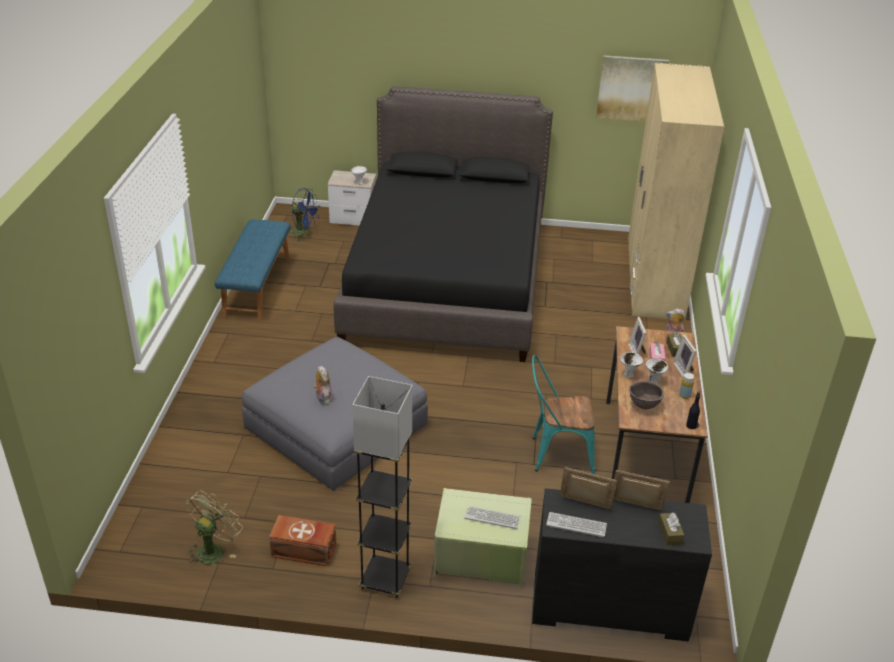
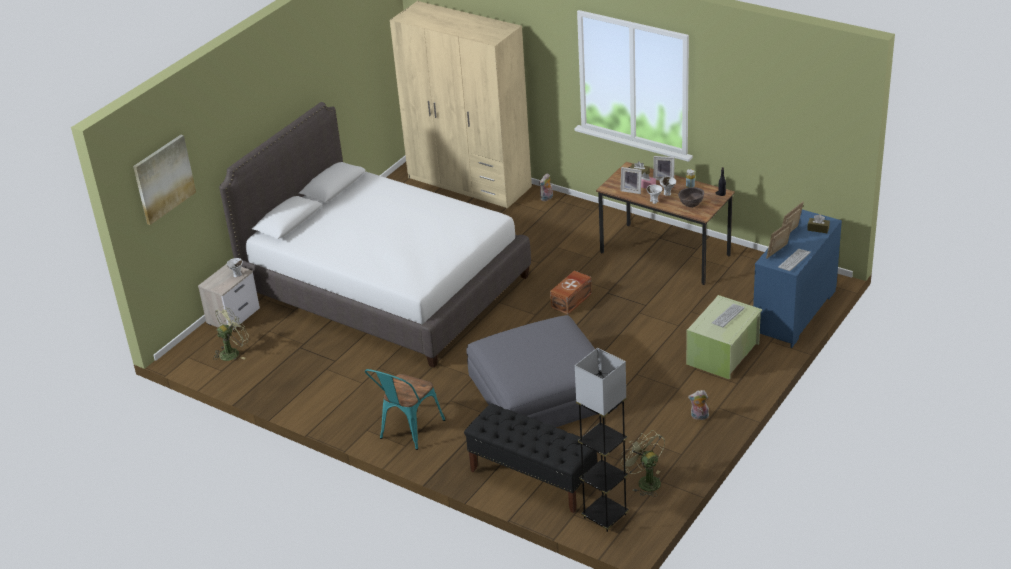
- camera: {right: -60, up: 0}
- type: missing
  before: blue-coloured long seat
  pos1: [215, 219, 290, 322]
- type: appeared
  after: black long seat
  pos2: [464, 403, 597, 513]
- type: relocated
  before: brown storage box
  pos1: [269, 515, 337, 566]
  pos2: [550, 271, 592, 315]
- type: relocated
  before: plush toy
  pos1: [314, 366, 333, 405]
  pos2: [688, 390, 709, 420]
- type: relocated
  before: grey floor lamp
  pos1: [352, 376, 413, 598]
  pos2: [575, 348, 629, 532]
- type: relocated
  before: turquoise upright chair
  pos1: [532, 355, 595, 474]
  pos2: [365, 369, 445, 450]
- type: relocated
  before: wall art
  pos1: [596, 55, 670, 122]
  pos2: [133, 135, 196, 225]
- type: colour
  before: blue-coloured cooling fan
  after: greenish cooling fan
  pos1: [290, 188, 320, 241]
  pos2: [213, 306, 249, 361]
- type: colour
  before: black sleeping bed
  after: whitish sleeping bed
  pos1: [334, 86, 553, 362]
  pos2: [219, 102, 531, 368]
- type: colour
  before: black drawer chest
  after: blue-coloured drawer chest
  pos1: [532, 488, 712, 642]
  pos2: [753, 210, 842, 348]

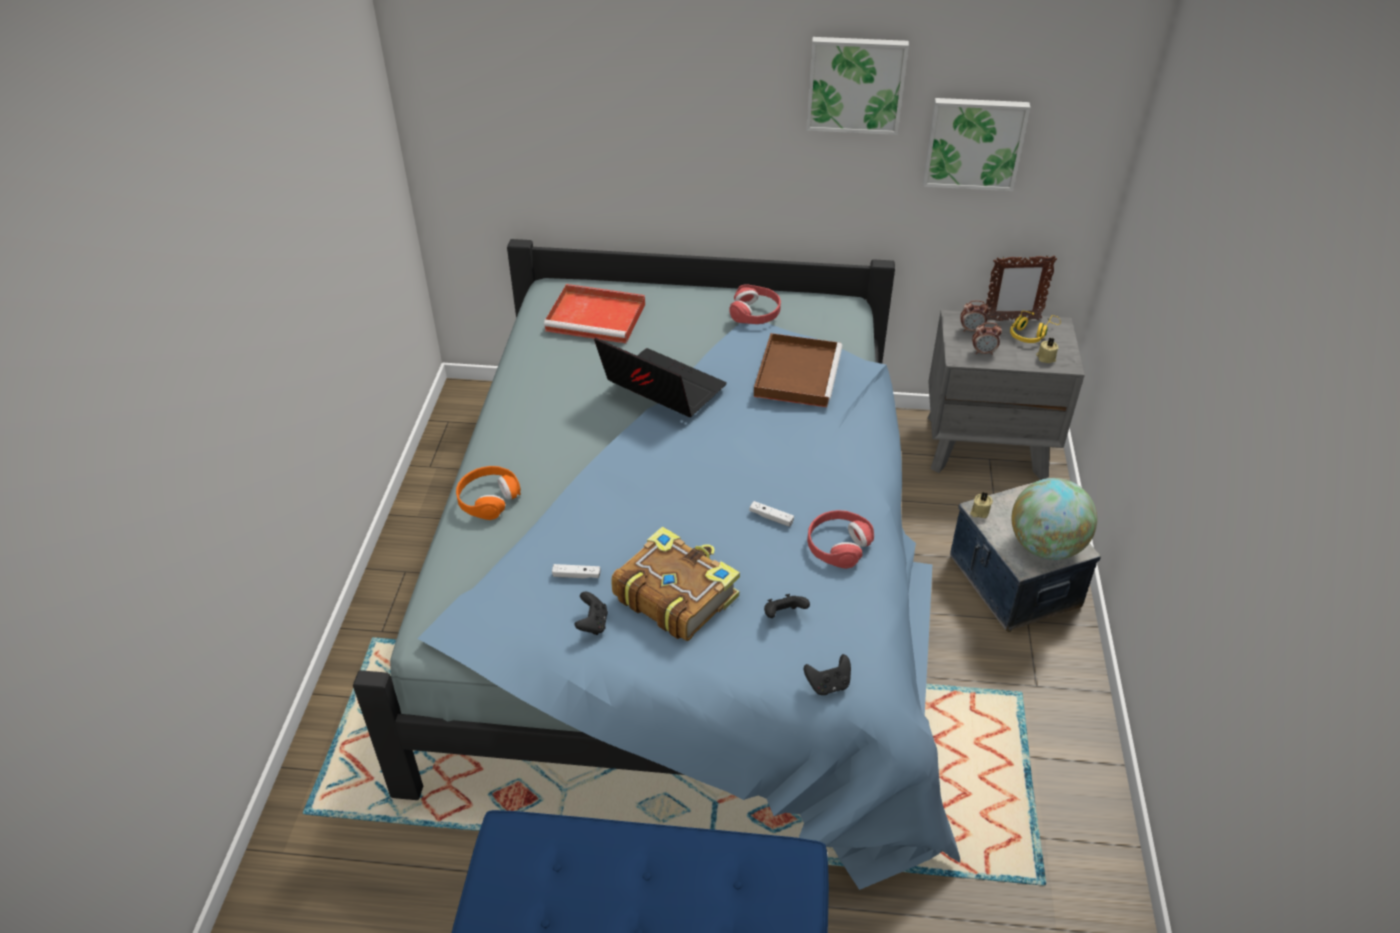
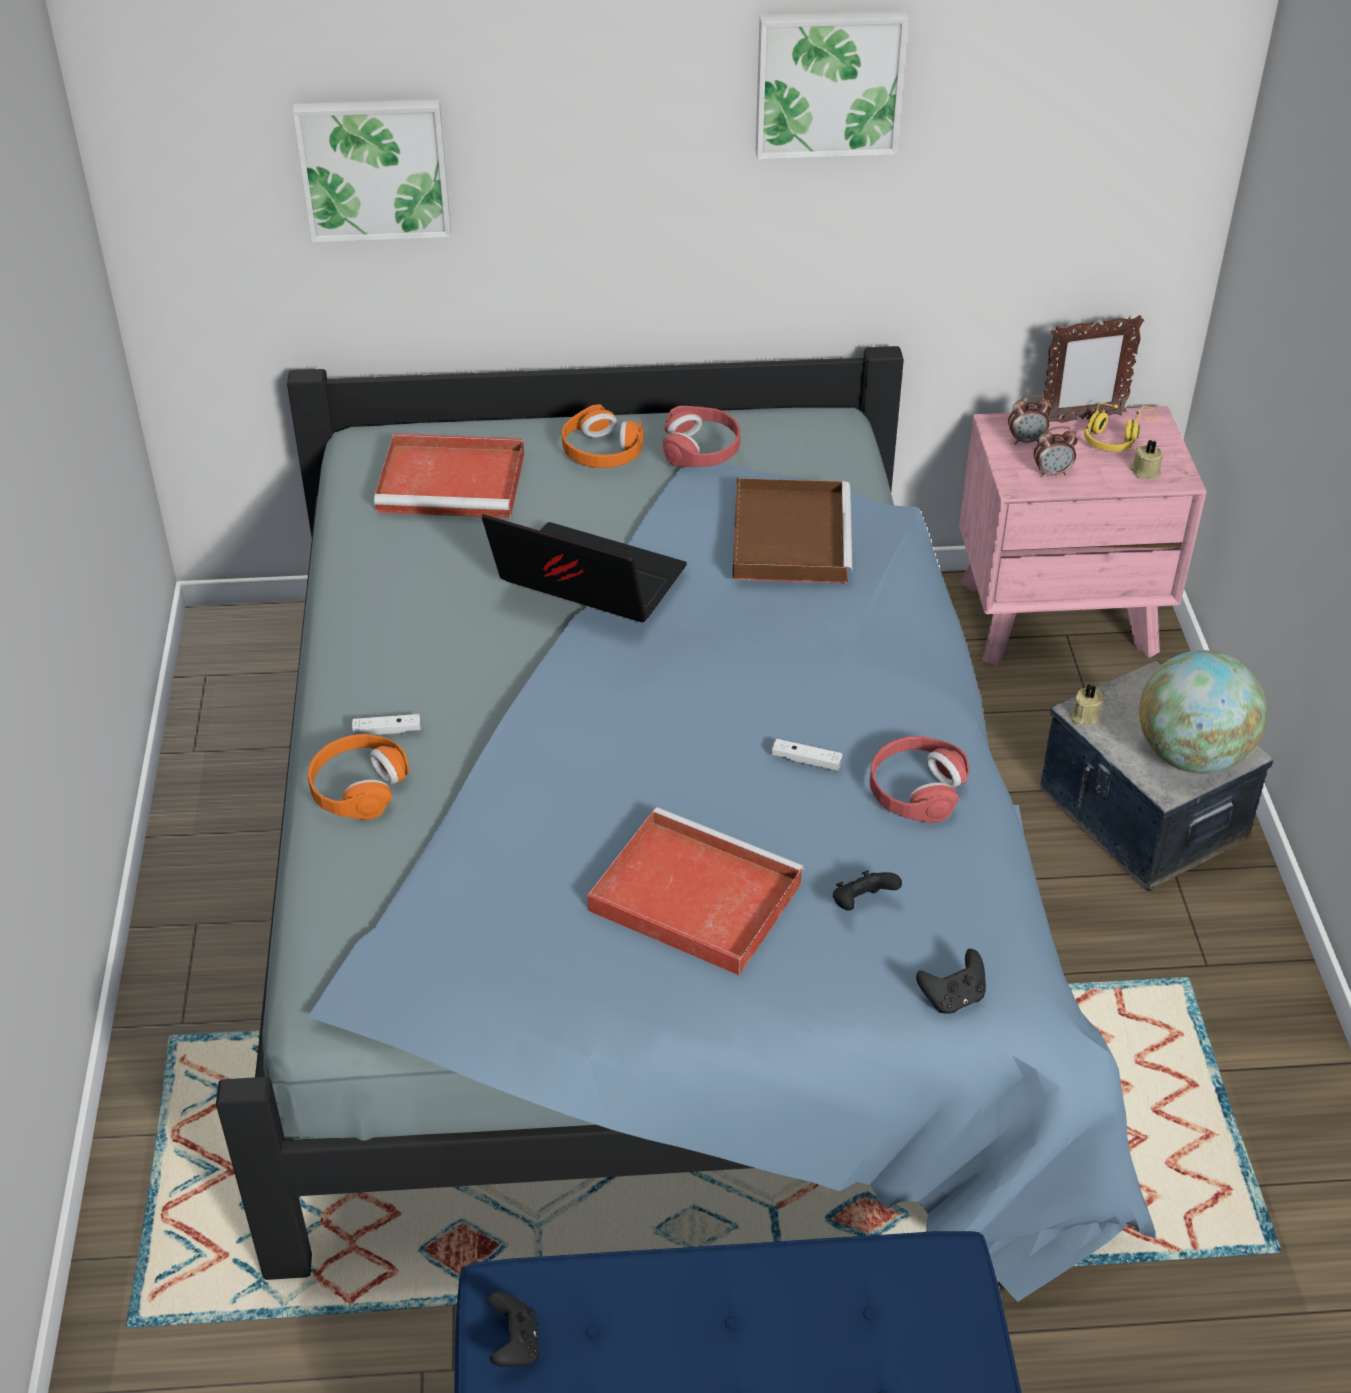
- camera: {right: -10, up: 0}
- type: appeared
  after: orange pair of headphones
  pos2: [561, 404, 644, 468]
- type: relocated
  before: whitish joypad
  pos1: [552, 564, 601, 578]
  pos2: [352, 714, 421, 735]
- type: relocated
  before: black joypad
  pos1: [574, 592, 608, 635]
  pos2: [487, 1291, 540, 1367]
- type: relocated
  before: wall art
  pos1: [923, 98, 1031, 191]
  pos2: [293, 99, 451, 242]
- type: exchanged
  before: volume
  after: red-coloured serving tray
  pos1: [611, 526, 740, 641]
  pos2: [587, 807, 804, 976]
- type: colour
  before: grey night table
  after: pinkish night table
  pos1: [927, 310, 1085, 480]
  pos2: [959, 406, 1207, 665]

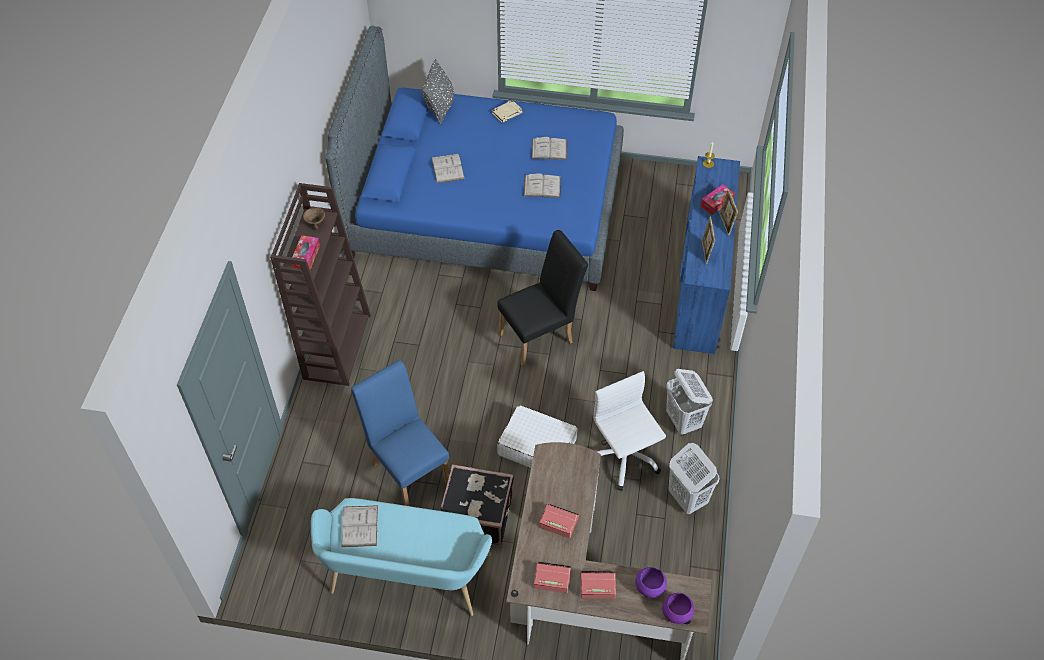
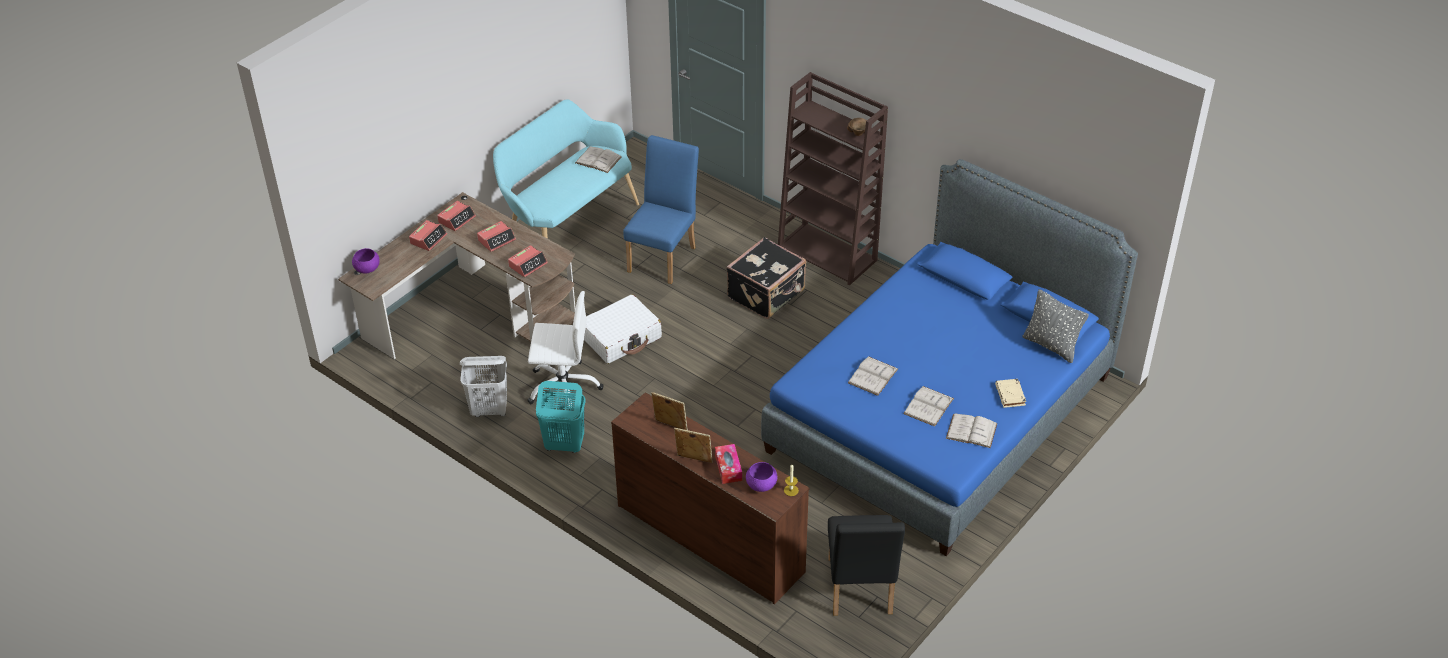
- camera: {right: 120, up: -10}
- type: missing
  before: box of tissues
  pos1: [292, 235, 320, 269]
- type: appeared
  after: table clock
  pos2: [508, 245, 548, 277]
- type: relocated
  before: whitish volume
  pos1: [431, 154, 465, 183]
  pos2: [946, 414, 997, 448]
- type: relocated
  before: black travel case
  pos1: [440, 464, 514, 545]
  pos2: [726, 237, 806, 319]
- type: relocated
  before: black upright chair
  pos1: [497, 230, 588, 367]
  pos2: [828, 515, 905, 616]
- type: relocated
  before: purple deep dish
  pos1: [635, 567, 667, 598]
  pos2: [746, 462, 778, 492]
- type: colour
  before: whitish laundry basket
  after: turquoise laundry basket
  pos1: [666, 369, 713, 436]
  pos2: [536, 381, 586, 453]
- type: colour
  before: blue-coloured drawer chest
  after: brown drawer chest
  pos1: [673, 156, 740, 354]
  pos2: [611, 392, 810, 604]
- type: spun
  before: blue-coloured upright chair
  pos1: [351, 360, 449, 506]
  pos2: [623, 135, 699, 284]
  turn: -60

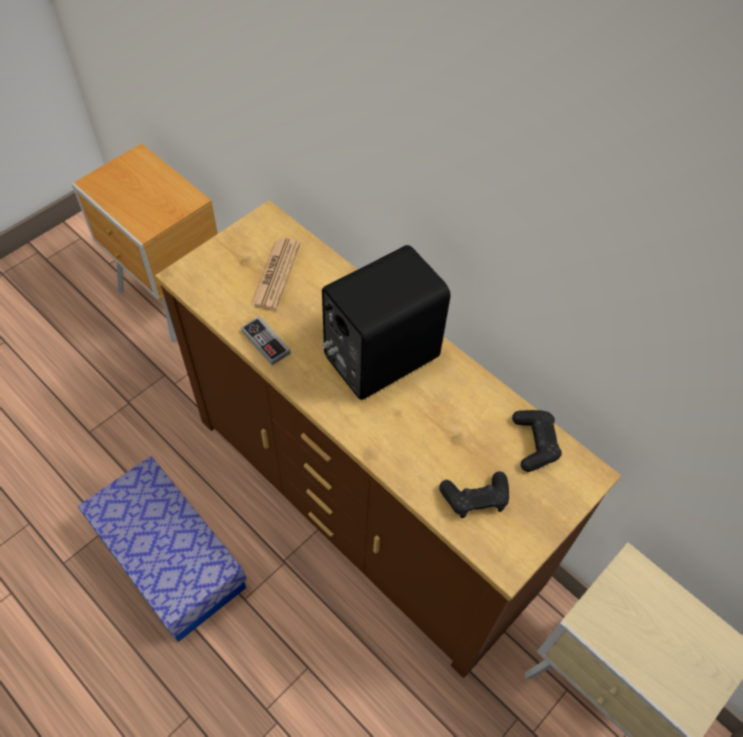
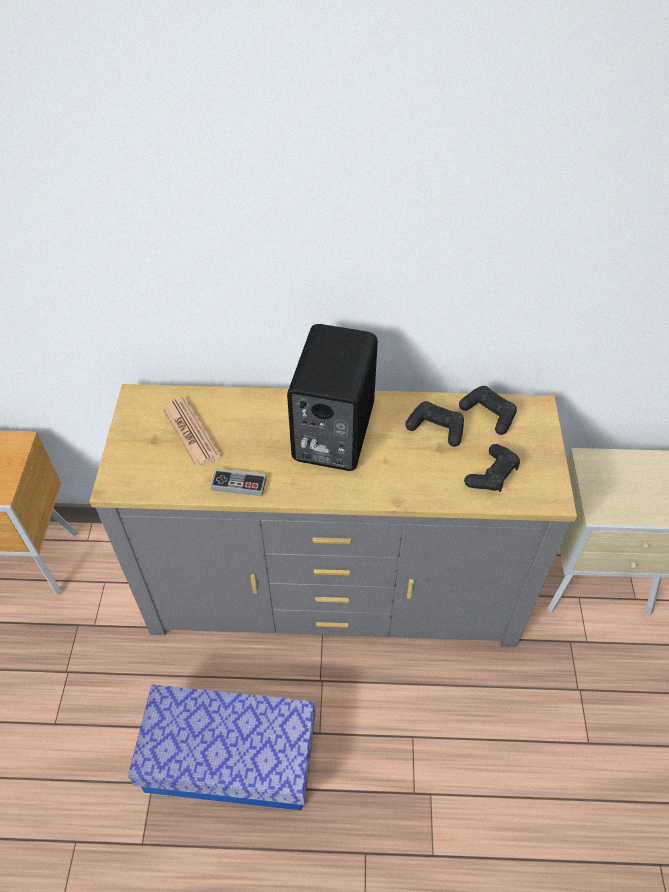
- camera: {right: -40, up: -5}
- type: appeared
  after: black joypad
  pos2: [405, 401, 464, 447]
- type: colour
  before: brown drawer chest
  after: grey drawer chest
  pos1: [155, 200, 621, 678]
  pos2: [90, 384, 577, 647]

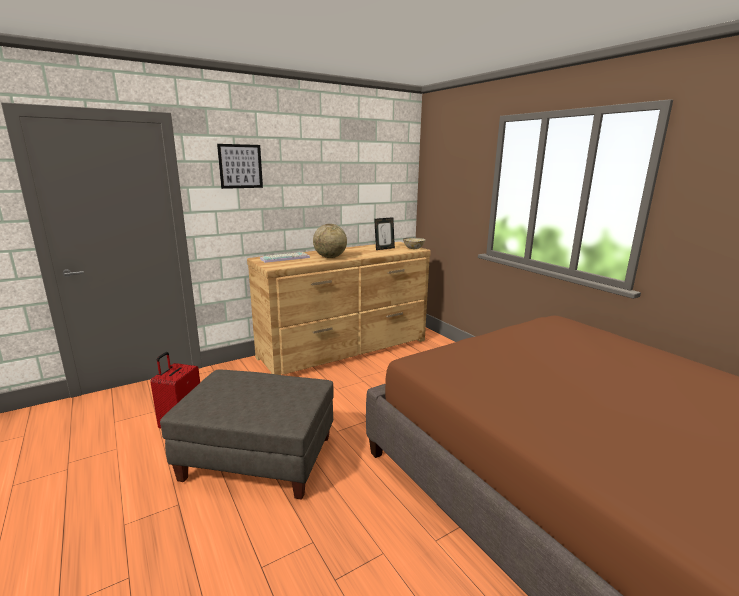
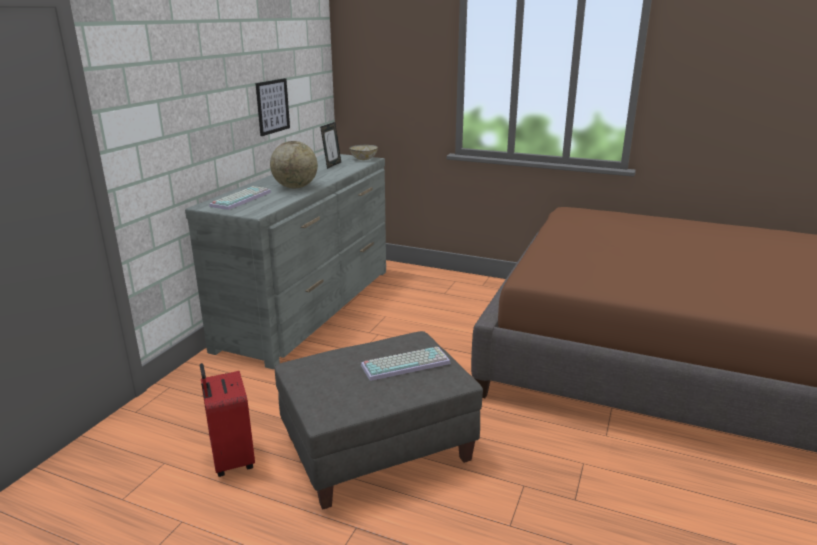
- camera: {right: -35, up: 5}
- type: appeared
  after: computer keyboard
  pos2: [361, 347, 451, 381]
- type: relocated
  before: wall art
  pos1: [217, 144, 263, 189]
  pos2: [255, 78, 290, 136]
- type: colour
  before: brown drawer chest
  after: grey drawer chest
  pos1: [247, 242, 431, 375]
  pos2: [185, 154, 386, 369]

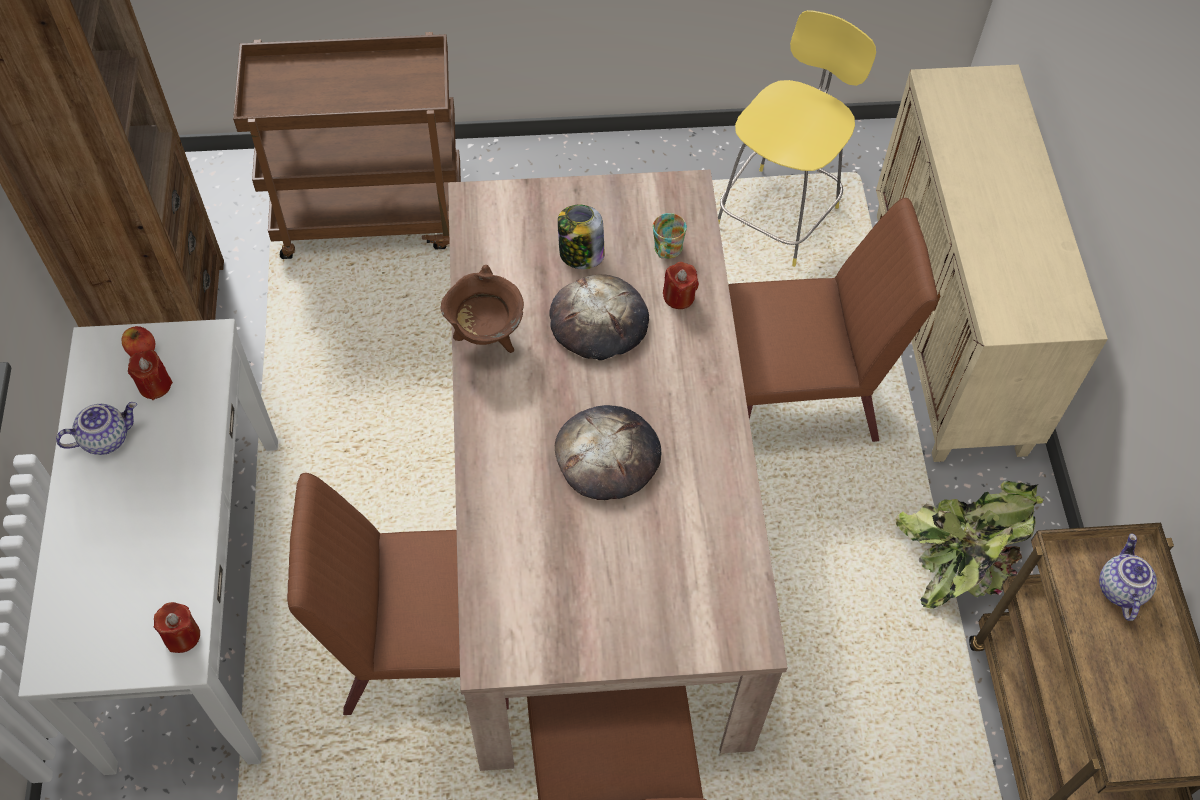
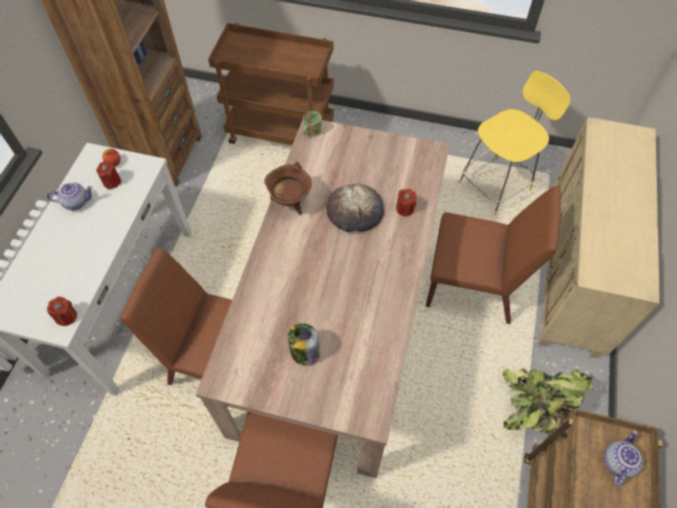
- camera: {right: 20, up: 0}
- type: missing
  before: bakery bread
  pos1: [555, 405, 661, 500]
- type: relocated
  before: storage jar
  pos1: [558, 204, 604, 269]
  pos2: [288, 323, 320, 366]
- type: relocated
  before: tea mug
  pos1: [653, 213, 687, 259]
  pos2: [303, 111, 322, 137]

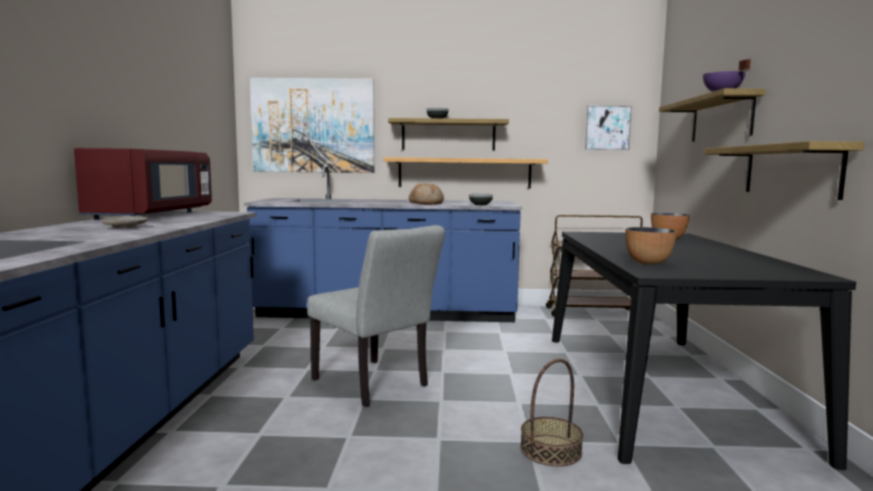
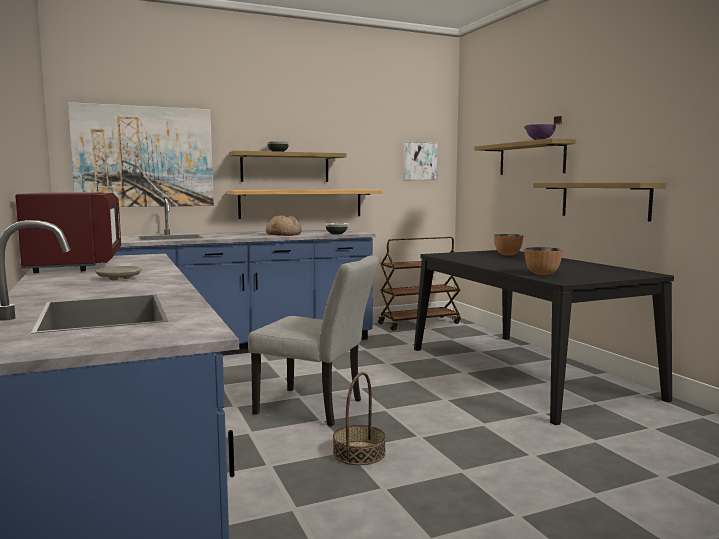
- camera: {right: -25, up: 0}
- type: relocated
  before: basket
  pos1: [520, 359, 583, 466]
  pos2: [333, 372, 386, 465]

